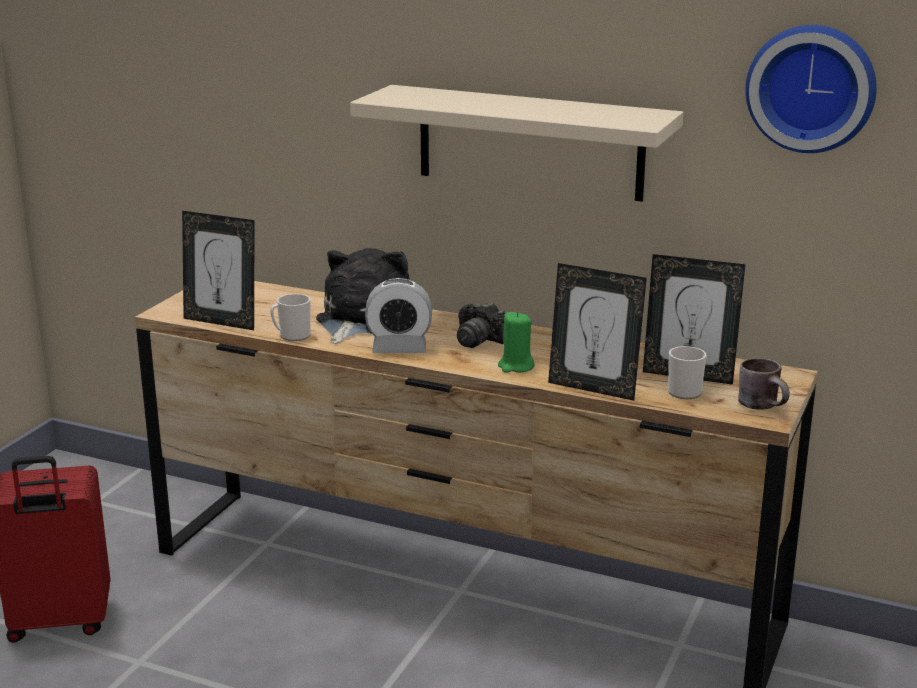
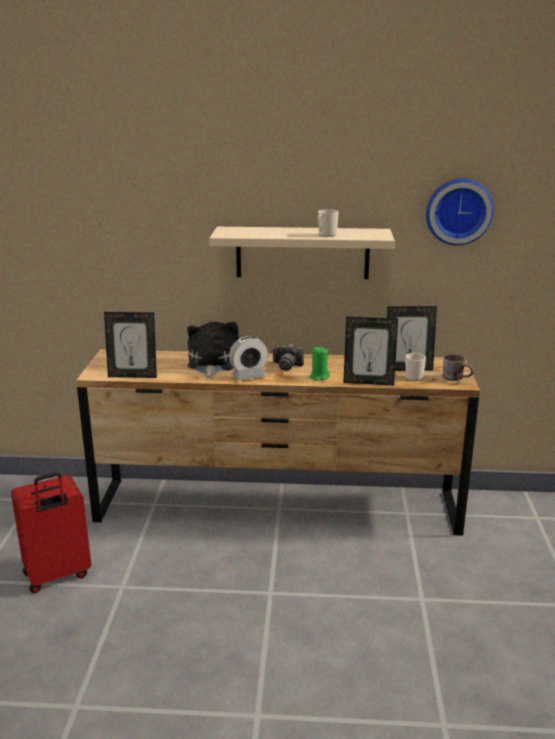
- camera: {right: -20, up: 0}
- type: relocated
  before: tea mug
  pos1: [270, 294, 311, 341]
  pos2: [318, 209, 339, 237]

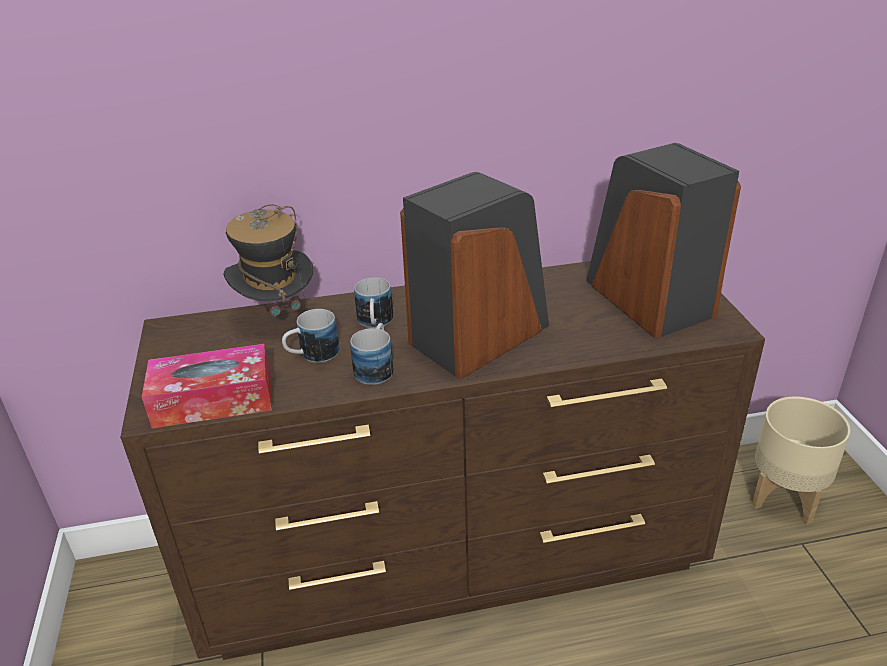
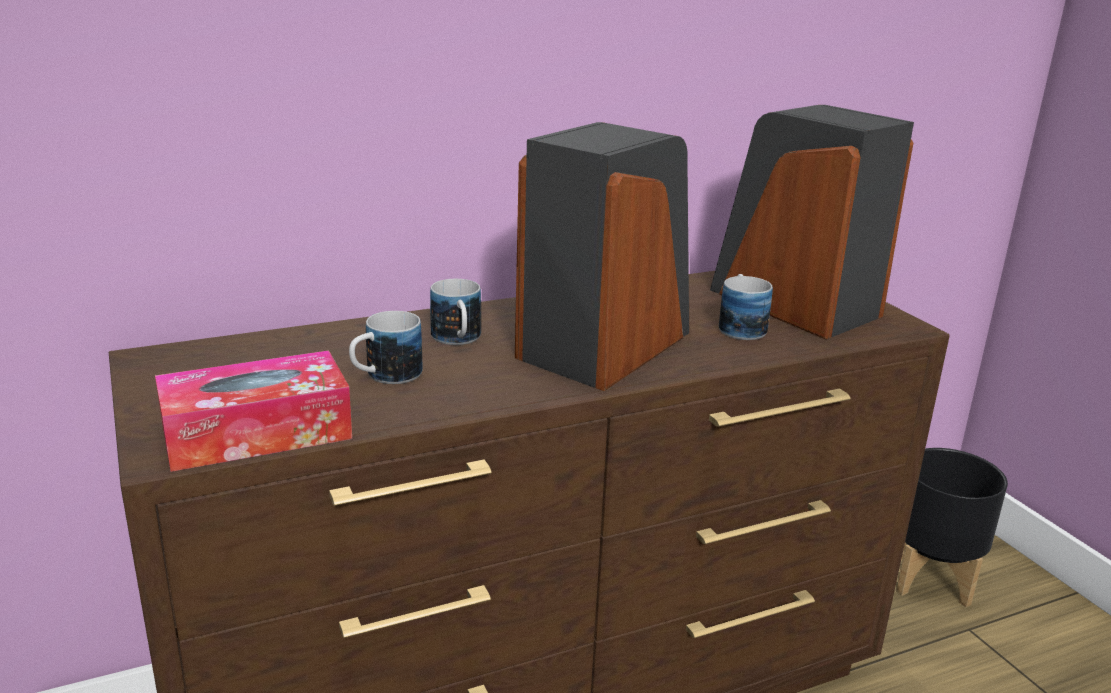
- camera: {right: -15, up: -10}
- type: missing
  before: clothing hat
  pos1: [224, 204, 313, 316]
- type: relocated
  before: tea mug
  pos1: [350, 323, 394, 385]
  pos2: [719, 274, 773, 340]
- type: colour
  before: sand-coloured plant pot
  after: black plant pot
  pos1: [752, 396, 850, 525]
  pos2: [896, 448, 1008, 607]

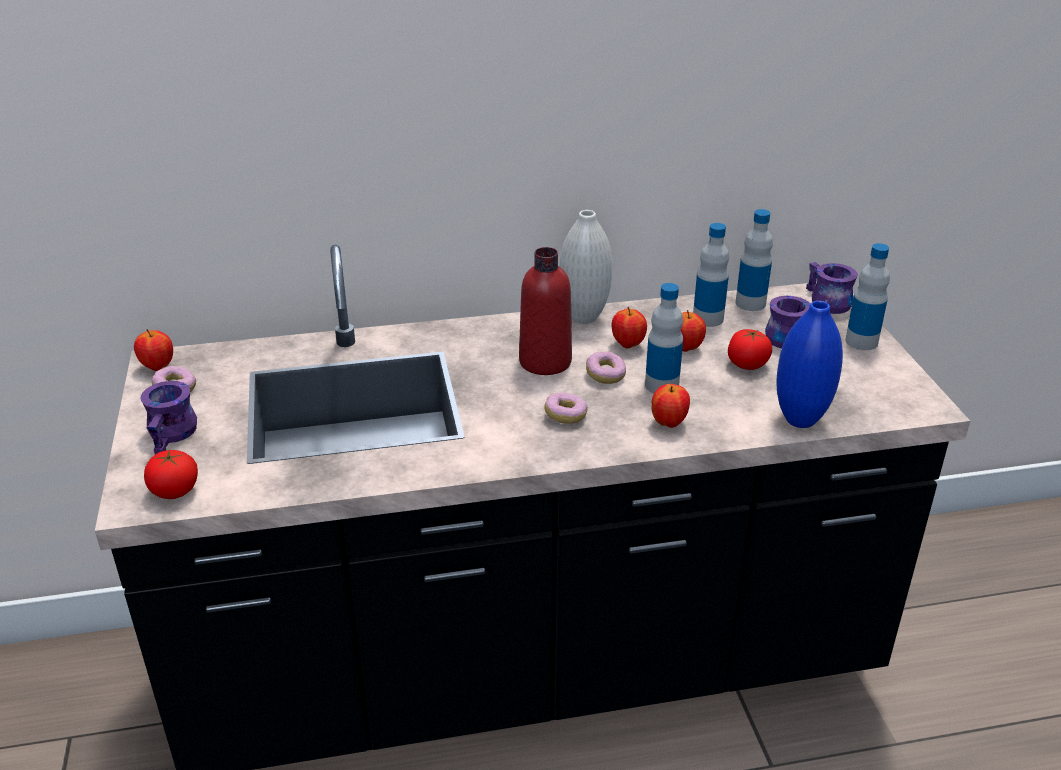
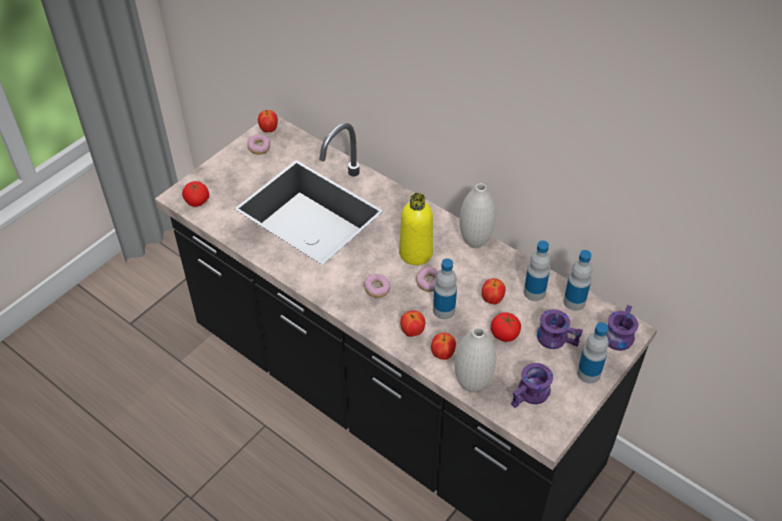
- camera: {right: 50, up: 15}
- type: relocated
  before: purple tea mug
  pos1: [140, 381, 197, 454]
  pos2: [511, 363, 553, 408]
- type: relocated
  before: apple fruit
  pos1: [612, 307, 647, 348]
  pos2: [431, 333, 456, 360]
- type: colour
  before: red-coloured drink bottle
  after: yellow-coloured drink bottle
  pos1: [519, 247, 572, 375]
  pos2: [399, 193, 433, 265]
- type: colour
  before: blue-coloured flower vase
  after: whitish flower vase
  pos1: [776, 301, 843, 428]
  pos2: [455, 327, 496, 392]

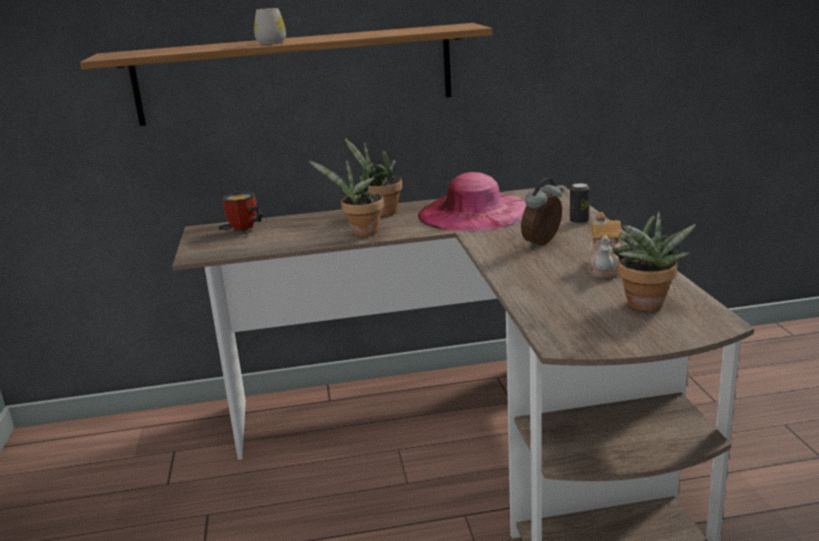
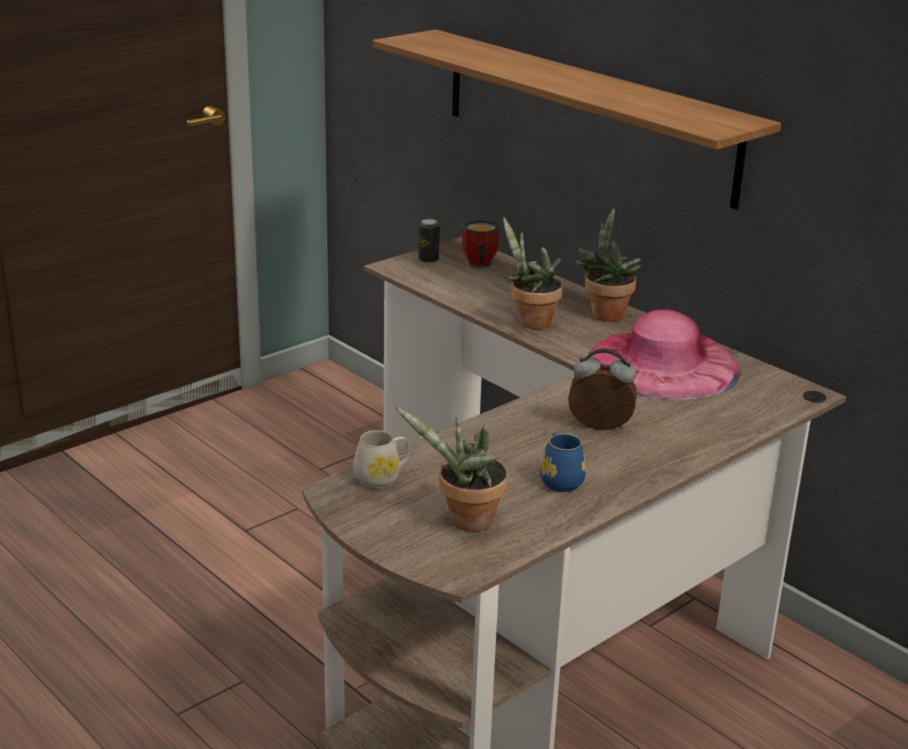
- camera: {right: 55, up: 5}
- type: relocated
  before: whitish tea mug
  pos1: [254, 8, 286, 44]
  pos2: [353, 430, 410, 489]
- type: relocated
  before: sealed can
  pos1: [570, 183, 590, 224]
  pos2: [418, 219, 440, 263]
- type: exchanged
  before: tea pot
  after: blue-coloured tea mug
  pos1: [589, 212, 622, 278]
  pos2: [540, 433, 586, 492]

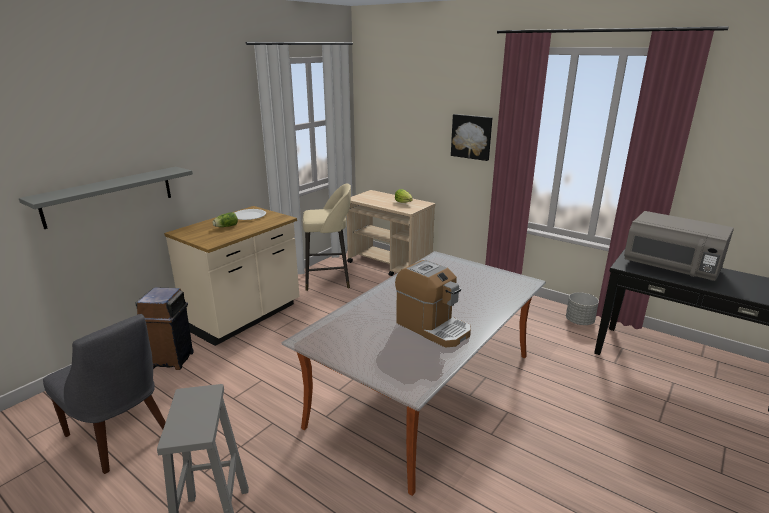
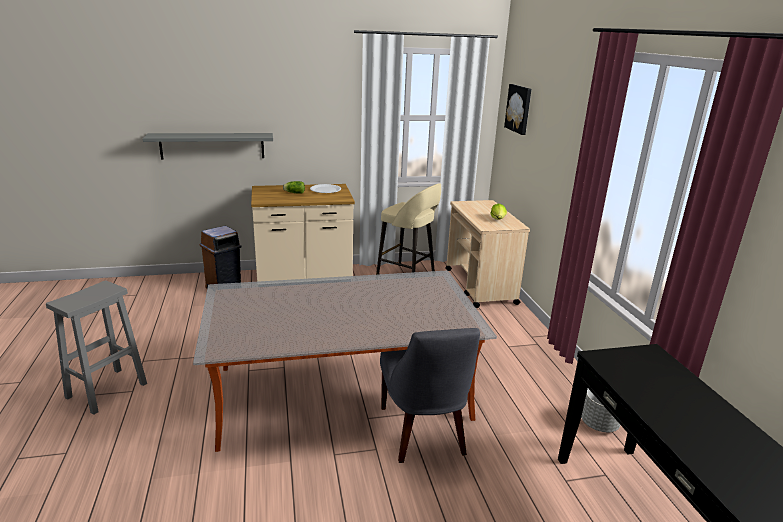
- camera: {right: 40, up: 0}
- type: missing
  before: coffee brewer
  pos1: [395, 260, 471, 348]
- type: missing
  before: grey kitchen microwave
  pos1: [624, 211, 734, 281]
- type: relocated
  before: grey upright chair
  pos1: [43, 314, 166, 474]
  pos2: [380, 328, 480, 463]
- type: relocated
  before: wall art
  pos1: [451, 114, 492, 161]
  pos2: [504, 84, 531, 135]

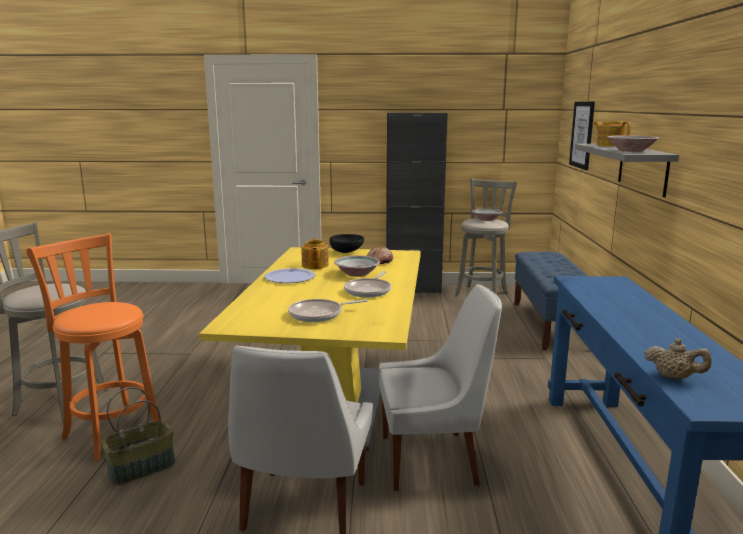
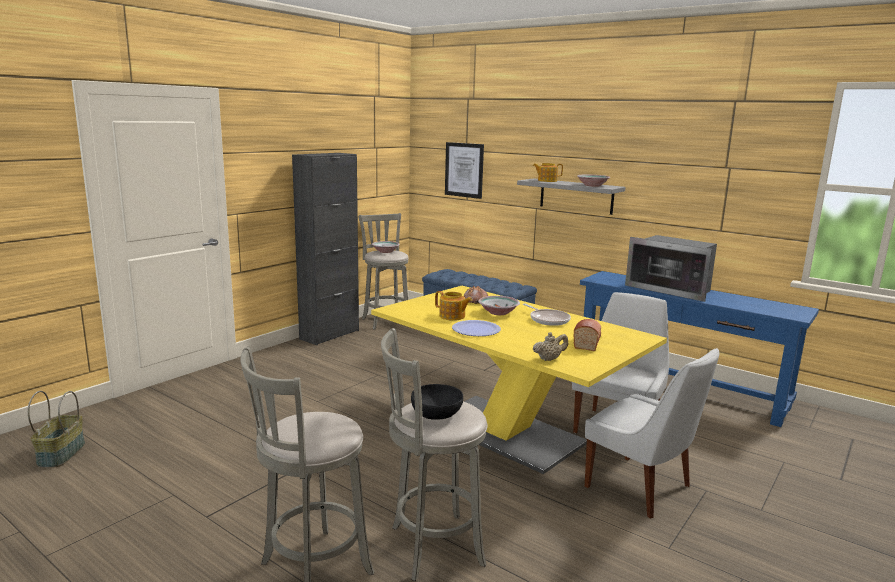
- camera: {right: -55, up: 0}
- type: appeared
  after: kitchen microwave
  pos2: [625, 235, 717, 302]
- type: relocated
  before: basket
  pos1: [102, 387, 175, 485]
  pos2: [28, 391, 85, 467]
- type: relocated
  before: black deep dish
  pos1: [329, 234, 364, 253]
  pos2: [411, 384, 463, 420]
- type: relocated
  before: sand-coloured tea pot
  pos1: [644, 338, 712, 380]
  pos2: [533, 332, 568, 361]
- type: exchanged
  before: frying pan
  after: bakery bread
  pos1: [288, 299, 368, 322]
  pos2: [573, 319, 601, 351]
- type: colour
  before: orange stool seat
  after: grey stool seat
  pos1: [26, 233, 162, 461]
  pos2: [381, 328, 488, 581]

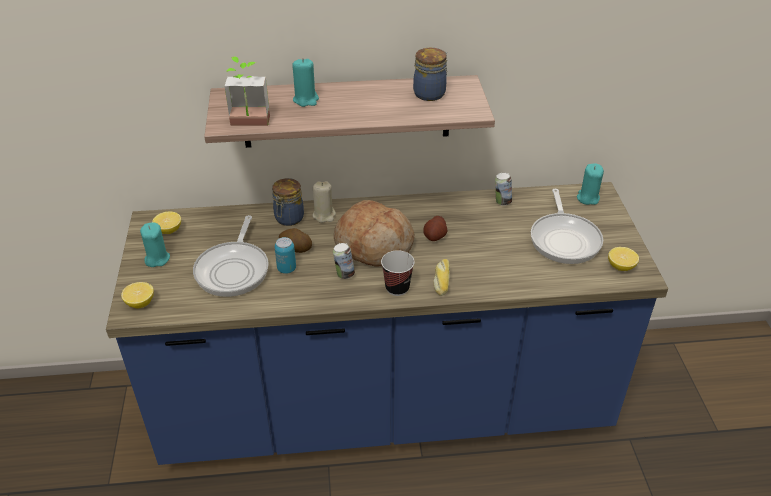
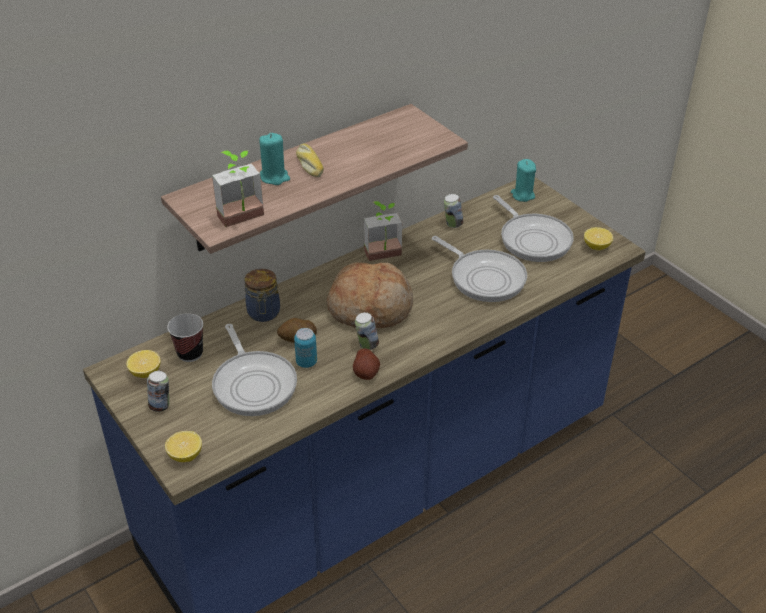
- camera: {right: -30, up: 0}
- type: missing
  before: sand-coloured wax candle
  pos1: [313, 181, 336, 223]
- type: missing
  before: storage jar
  pos1: [413, 48, 447, 101]
- type: appeared
  after: houseplant
  pos2: [364, 201, 402, 261]
- type: appeared
  after: frying pan
  pos2: [432, 236, 527, 302]
- type: relocated
  before: drinking cup
  pos1: [381, 250, 415, 296]
  pos2: [167, 313, 203, 362]
- type: relocated
  before: spud
  pos1: [423, 216, 447, 241]
  pos2: [353, 348, 380, 380]
- type: relocated
  before: bakery bread
  pos1: [433, 259, 450, 296]
  pos2: [296, 144, 324, 177]
- type: exchanged
  before: turquoise wax candle
  after: sealed can
  pos1: [140, 222, 170, 267]
  pos2: [147, 371, 169, 412]

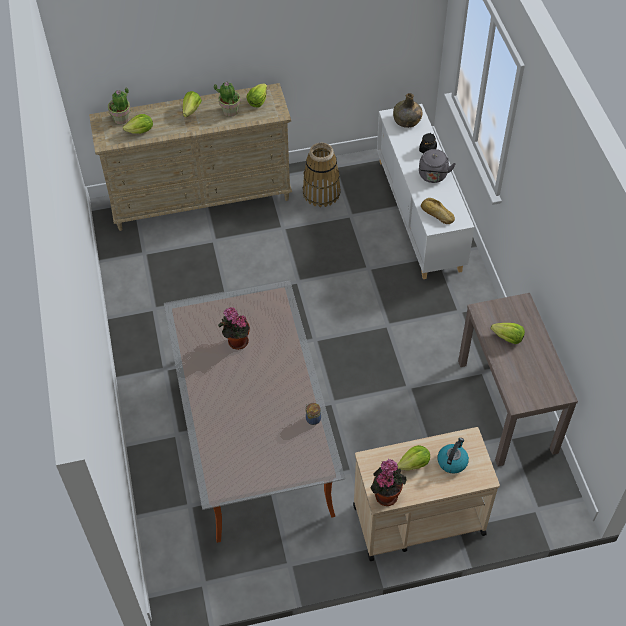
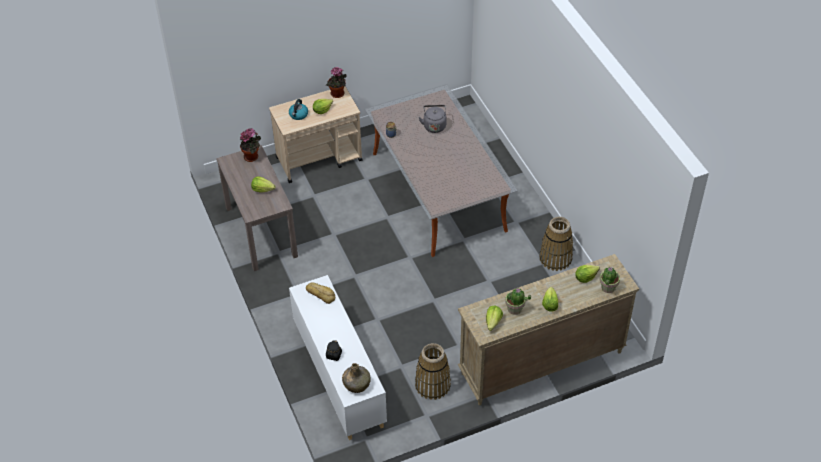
- camera: {right: 170, up: -5}
- type: appeared
  after: basket
  pos2: [539, 217, 573, 271]
- type: relocated
  before: houseplant
  pos1: [218, 307, 250, 350]
  pos2: [240, 128, 261, 162]
- type: relocated
  before: grey kettle
  pos1: [419, 149, 456, 183]
  pos2: [418, 105, 447, 133]

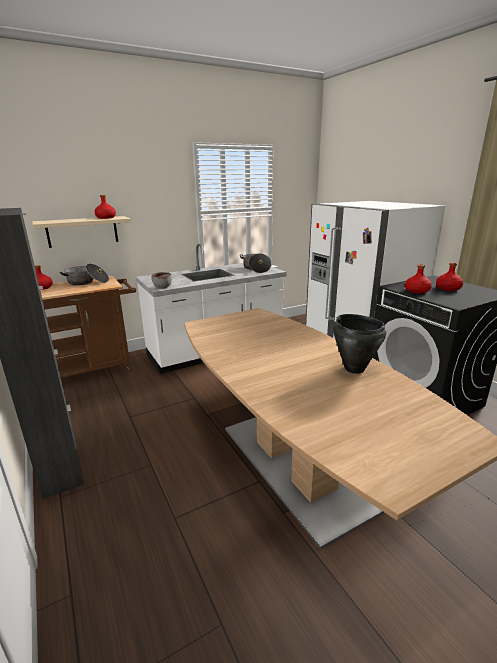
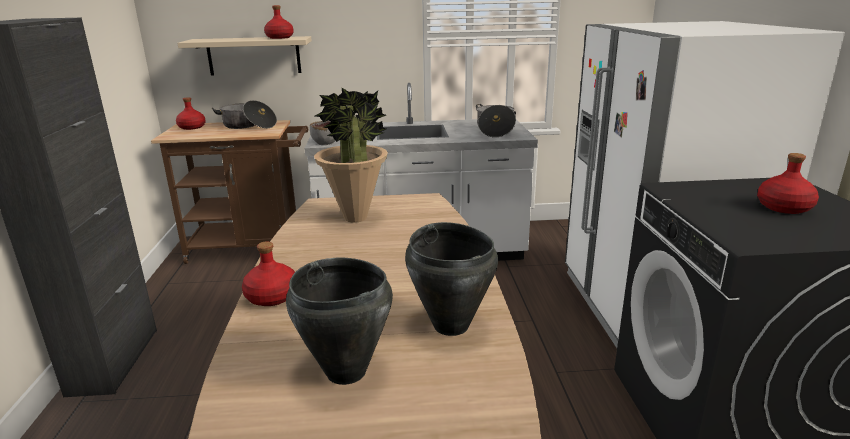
- camera: {right: 25, up: 0}
- type: appeared
  after: black saucepot
  pos2: [286, 258, 393, 385]
- type: appeared
  after: houseplant
  pos2: [314, 88, 388, 222]
- type: relocated
  before: red-coloured drink bottle
  pos1: [405, 265, 432, 294]
  pos2: [242, 241, 295, 306]

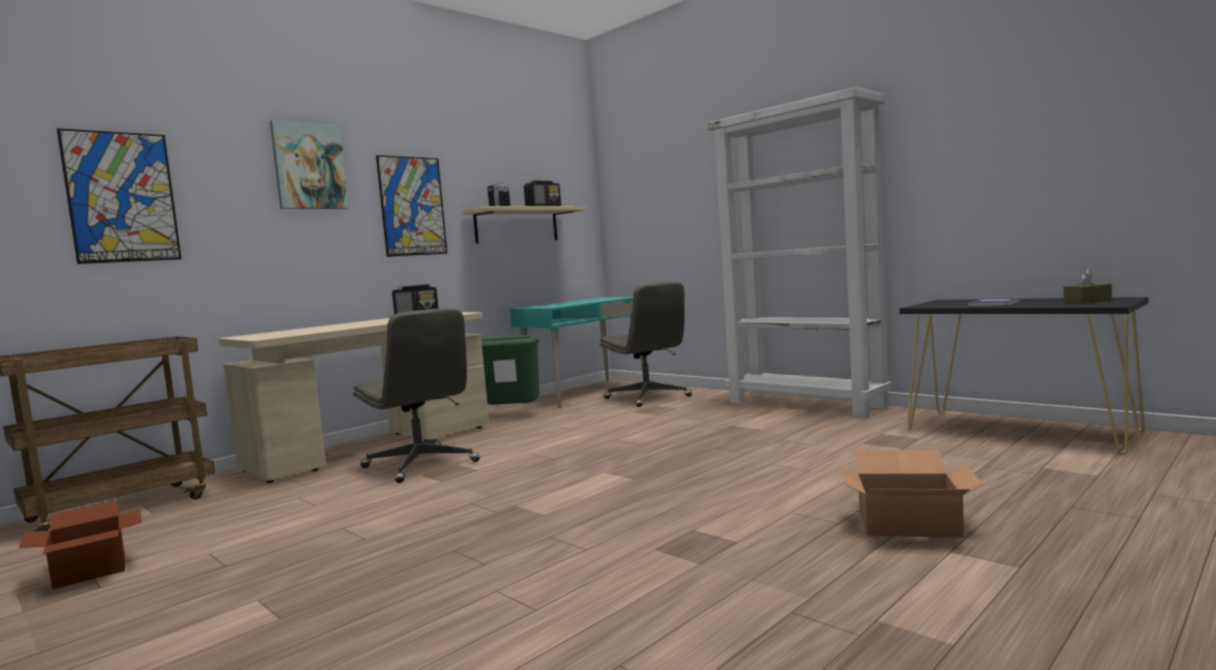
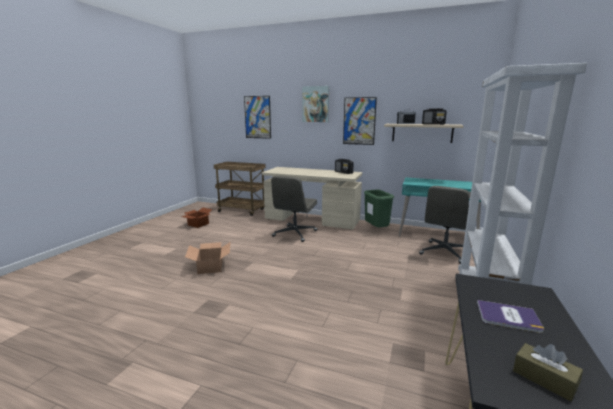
- camera: {right: 65, up: 10}
- type: relocated
  before: cardboard box
  pos1: [840, 450, 984, 538]
  pos2: [185, 242, 230, 274]

